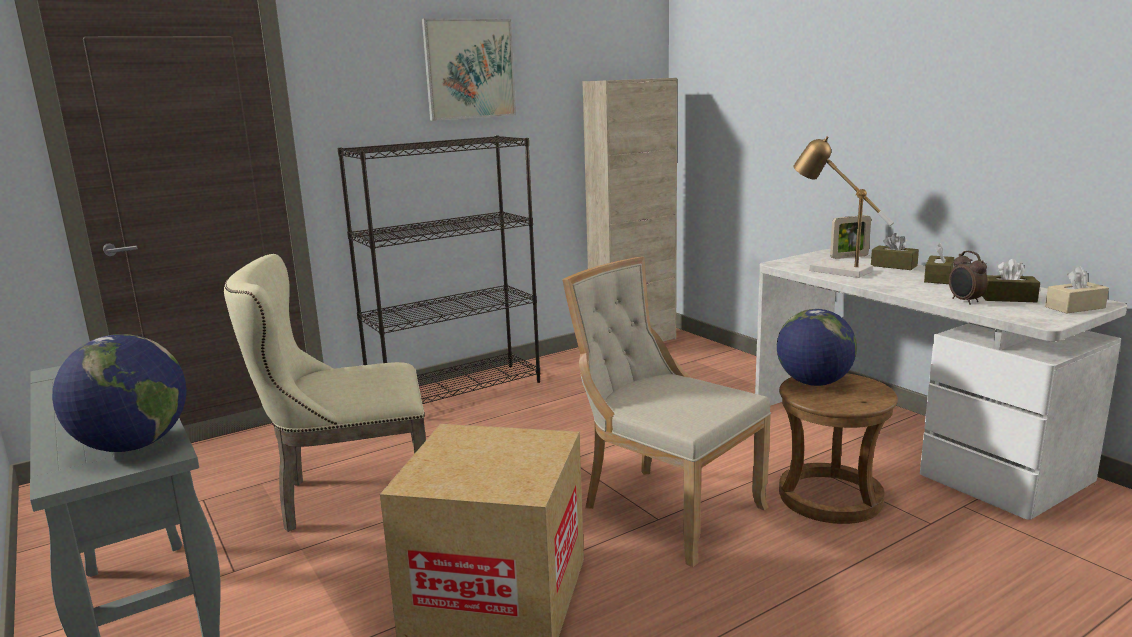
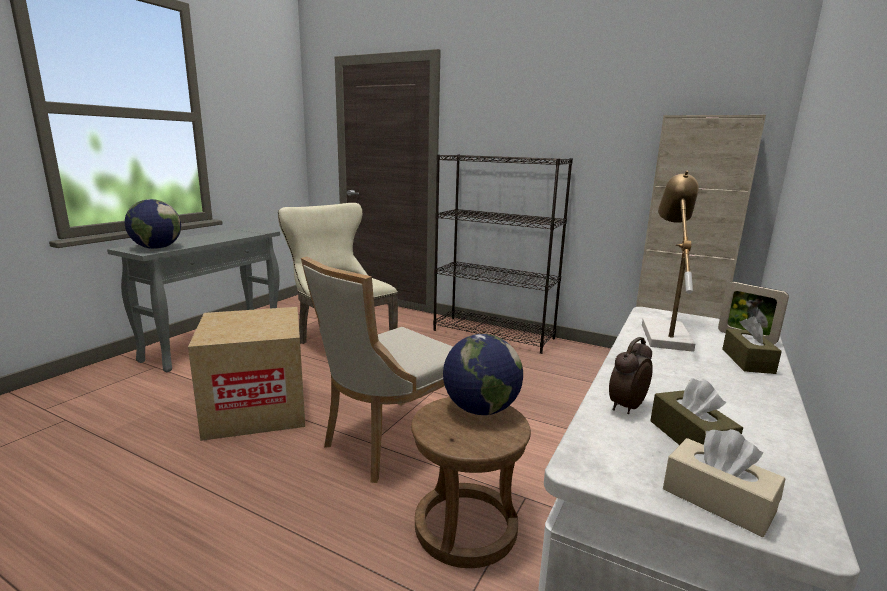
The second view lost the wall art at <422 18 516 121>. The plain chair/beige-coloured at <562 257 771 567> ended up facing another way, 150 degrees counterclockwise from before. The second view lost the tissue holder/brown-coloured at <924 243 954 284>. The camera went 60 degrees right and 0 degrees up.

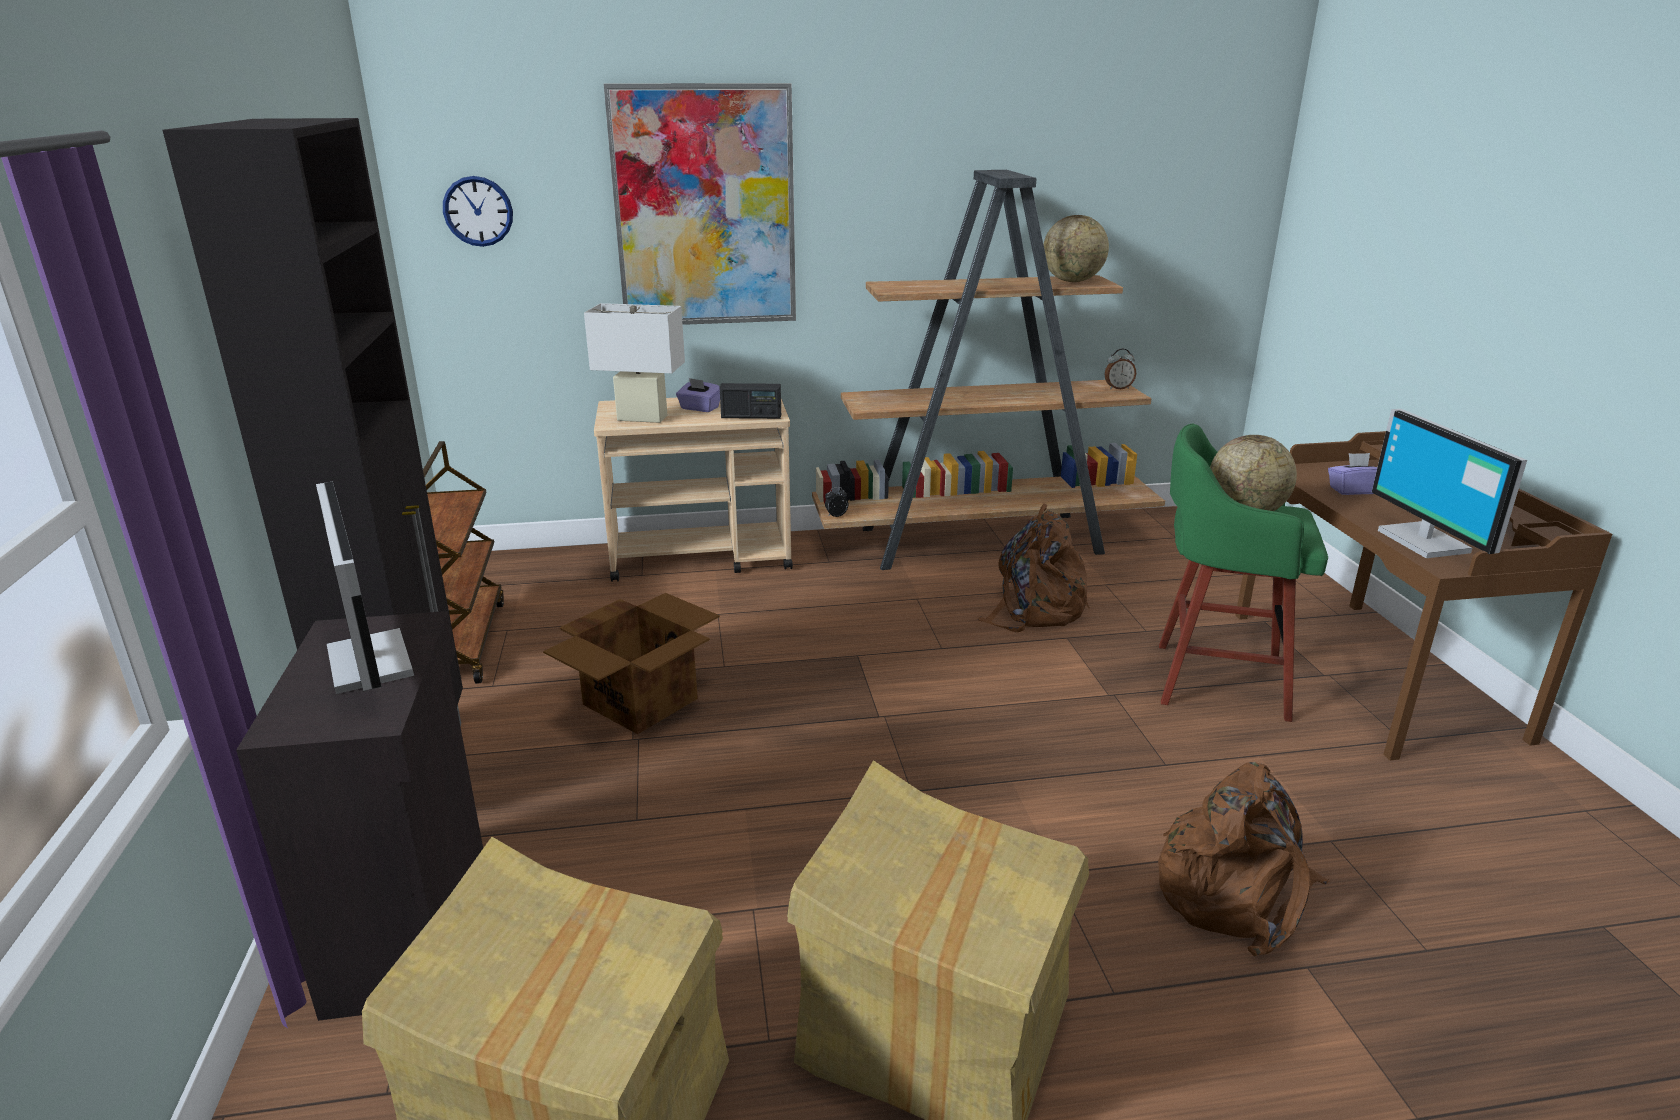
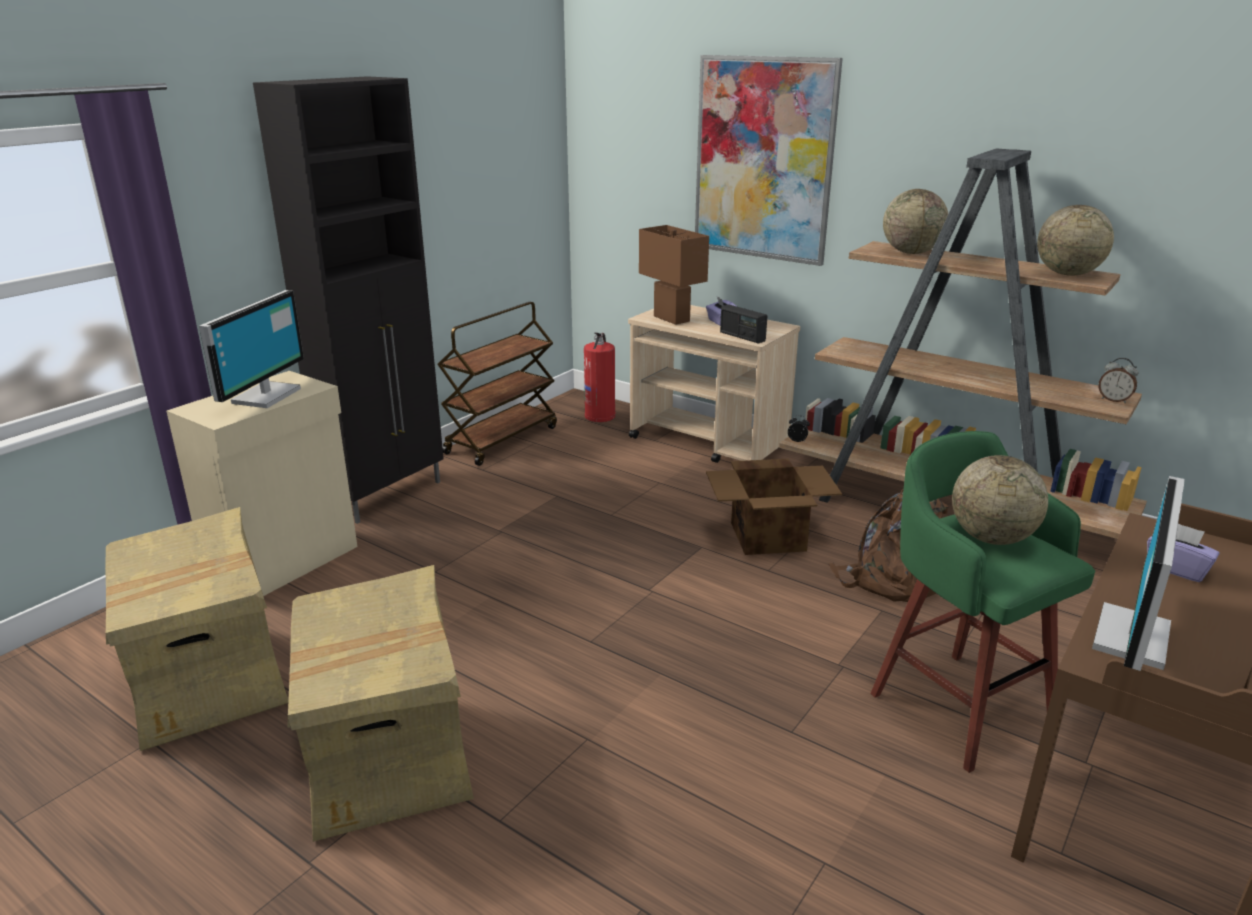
What was the cabinet/black-coloured at <236 611 483 1021> turned into the cabinet/beige-coloured at <166 371 358 596>. The second view lost the wall clock at <443 176 513 247>. The packing box ended up elsewhere, having gone from <543 593 720 734> to <706 459 842 555>. What was the lamp for a table/white at <584 303 685 423> turned into the lamp for a table/brown-coloured at <639 225 709 325>. The second view lost the backpack/brown-coloured at <1158 762 1330 956>. The second view gained the extinguisher at <584 333 616 422>. The second view gained the world globe at <883 189 948 254>. The camera went 45 degrees right and 0 degrees up.

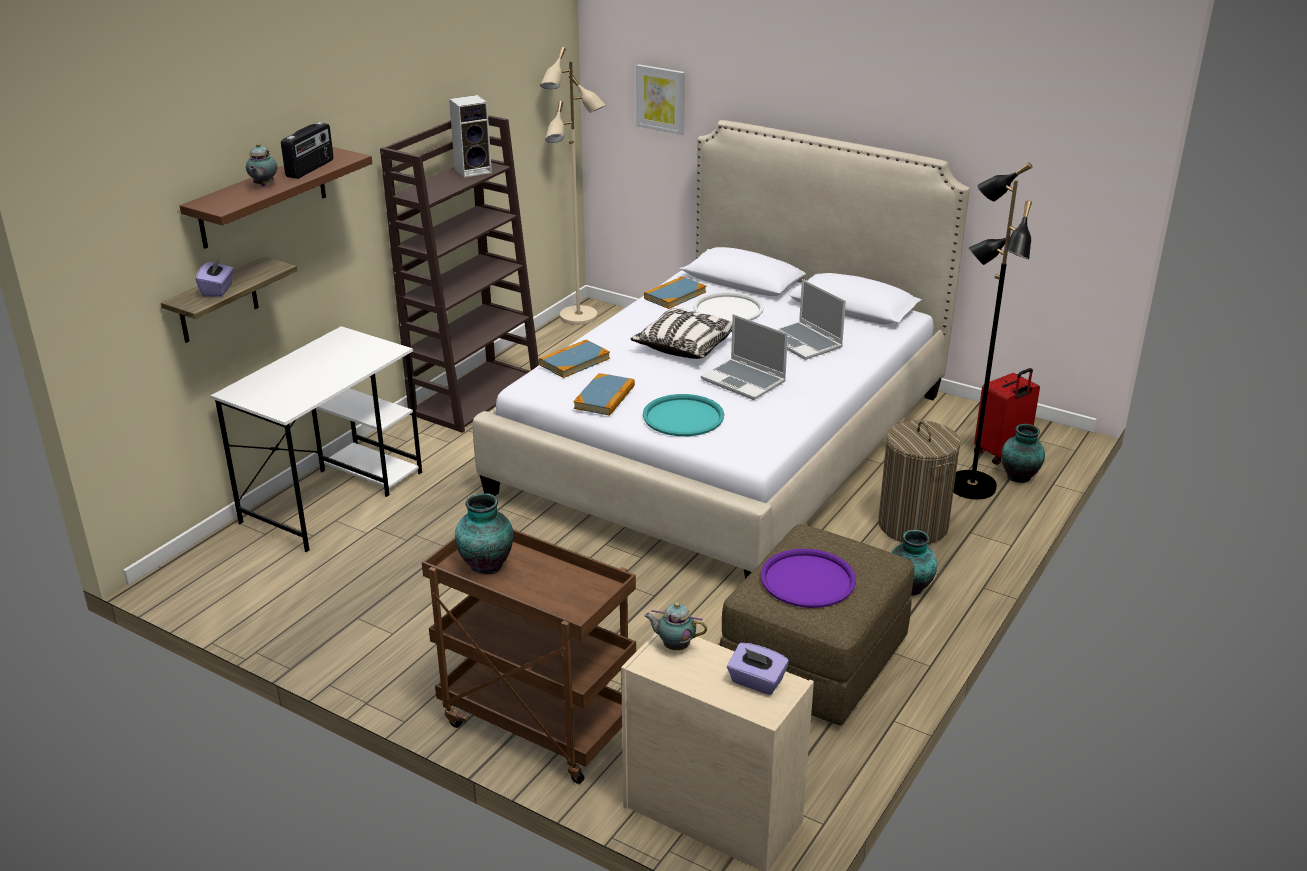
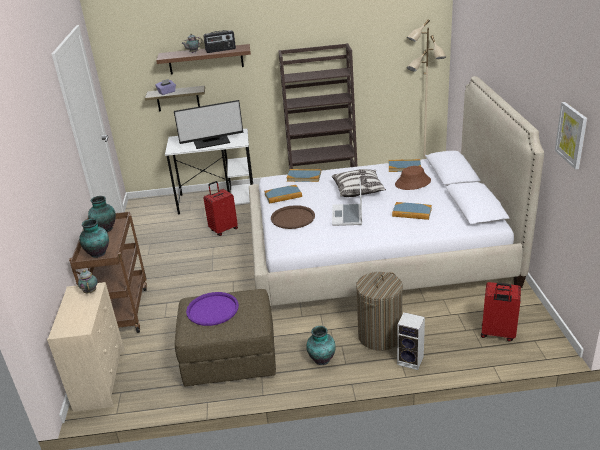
The audio speaker ended up elsewhere, having gone from <449 95 492 178> to <397 312 425 370>. The wall art ended up elsewhere, having gone from <636 64 685 135> to <555 102 587 169>. What was the carrying tray/turquoise at <643 394 724 436> turned into the carrying tray/brown-coloured at <271 205 315 229>. Where the carrying tray/white stood at <693 292 764 322>, the clothing hat/brown-coloured came to stand at <395 166 431 190>. The second view lost the tissue holder/purple-coloured at <727 643 789 695>. Where the notebook computer stood at <777 279 846 360>, the book came to stand at <392 202 432 220>. The second view lost the standing lamp/black-coloured at <953 162 1032 499>. The flower vase ended up elsewhere, having gone from <1001 424 1045 483> to <79 219 109 258>. The second view gained the computer display at <174 100 243 149>. The second view gained the suitcase/red-coloured at <203 181 238 236>. The camera went 55 degrees right and 0 degrees up.

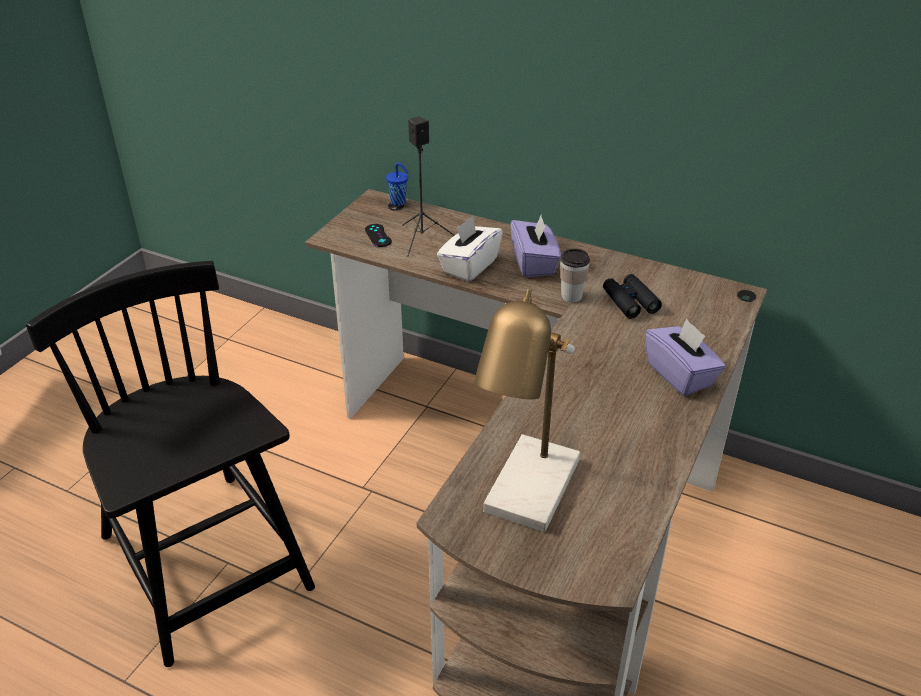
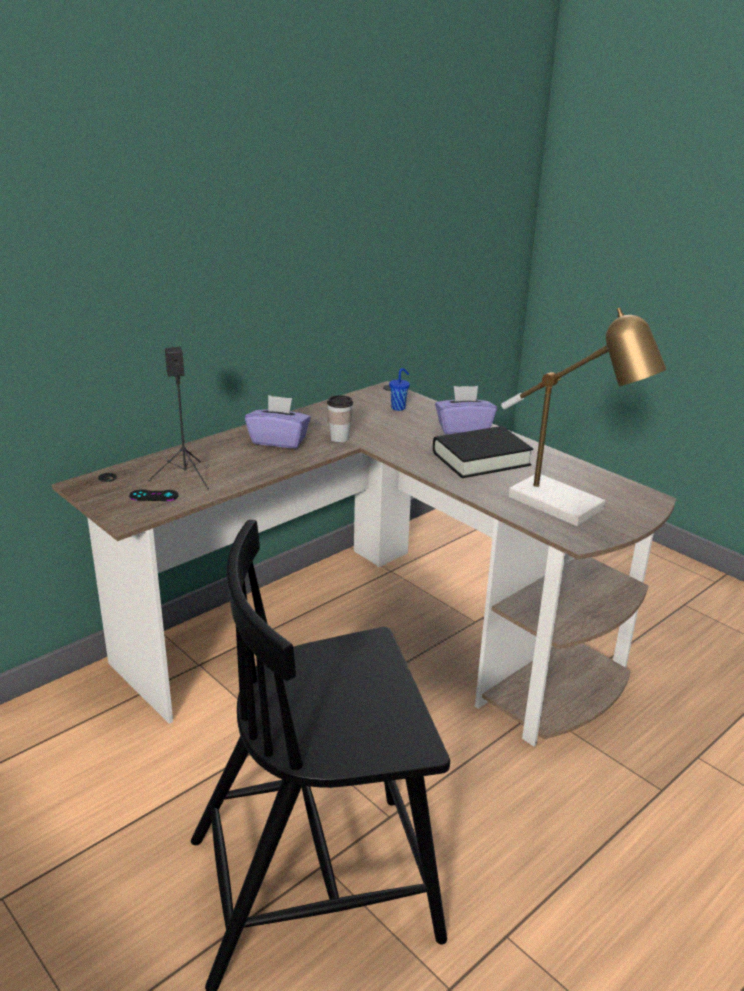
The small cup/blue ended up elsewhere, having gone from <386 162 408 206> to <389 368 410 411>. The second view lost the tissue holder/white at <437 216 503 282>. The second view lost the field glasses/black-coloured at <603 274 662 319>. The second view gained the book/black-coloured at <433 426 533 478>. The camera went 70 degrees left and 10 degrees down.

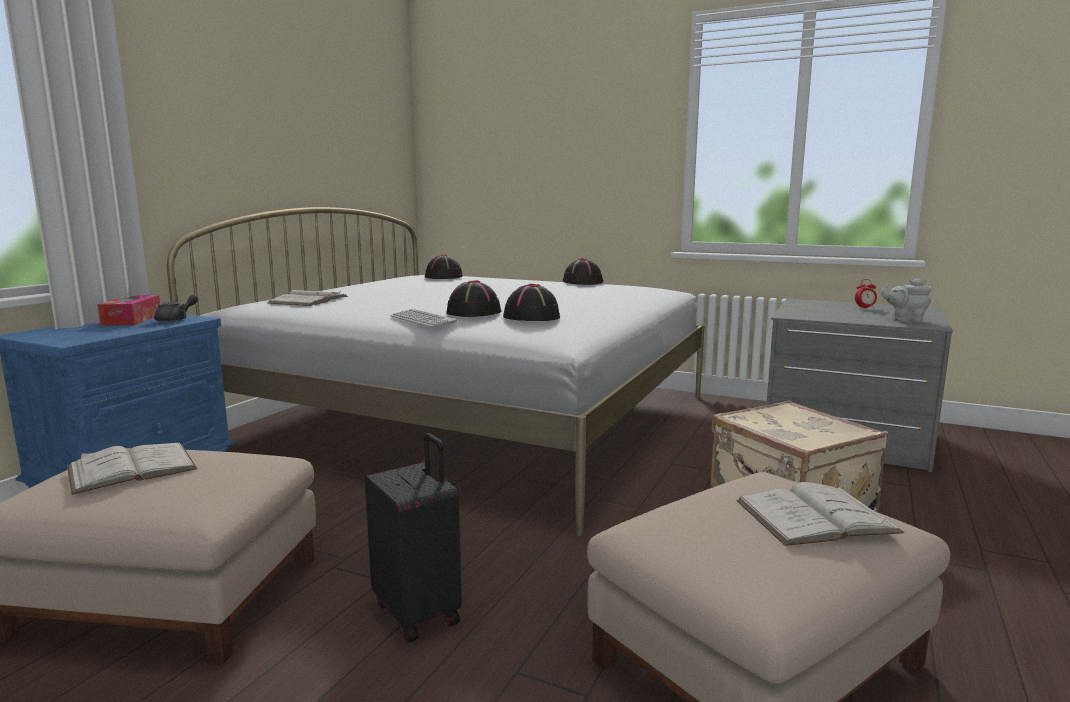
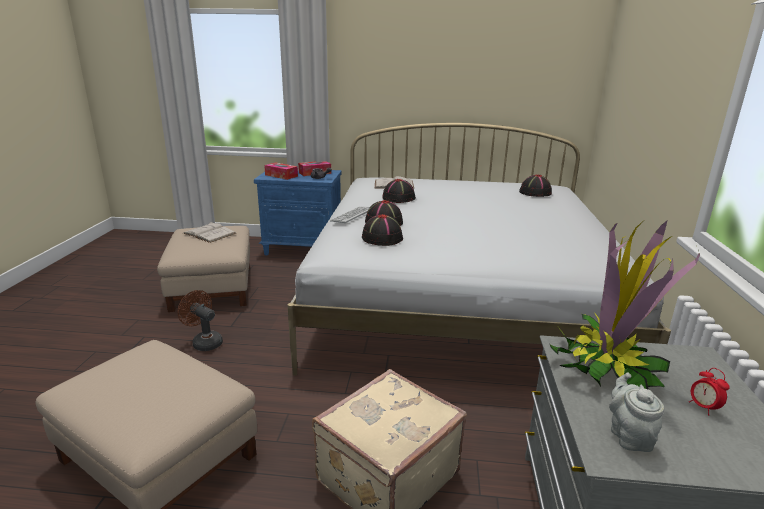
Where the suitcase/black-coloured stood at <365 433 462 642>, the fan/brown-coloured came to stand at <178 290 223 351>. The clothing hat/black-coloured ended up elsewhere, having gone from <563 258 603 285> to <382 179 416 203>. The second view lost the book/white at <736 482 904 546>. The second view gained the tissue holder at <264 162 298 180>. The second view gained the plant in a pot at <550 221 700 390>. The camera went 70 degrees right and 10 degrees up.

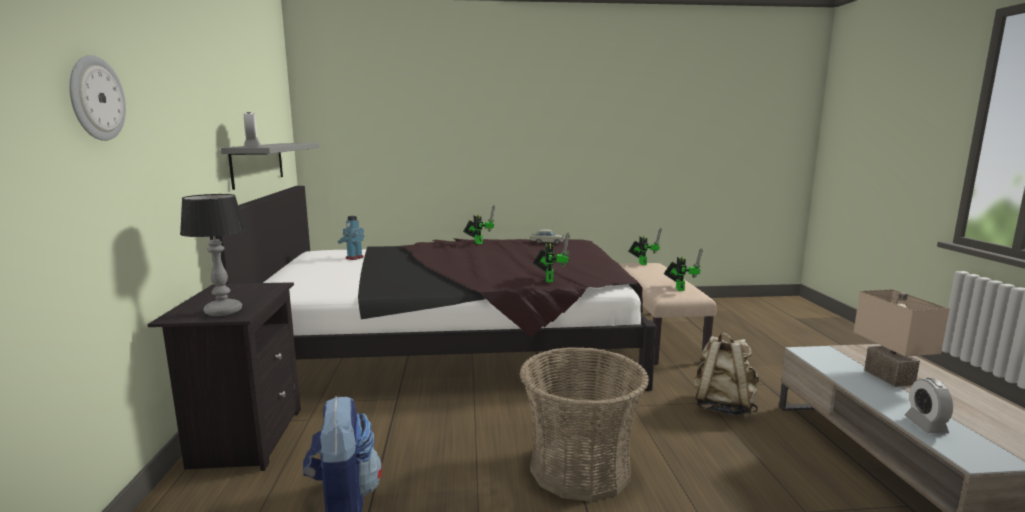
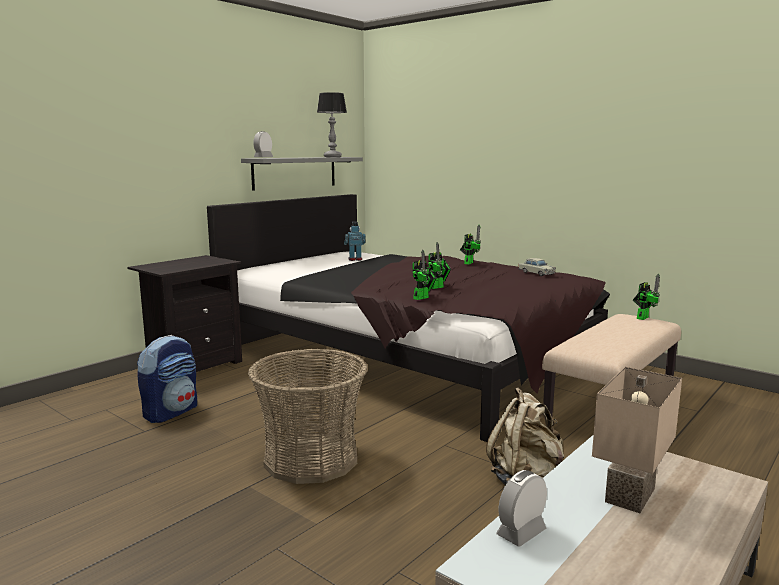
The second view lost the wall clock at <69 55 126 141>. The lamp for a table ended up elsewhere, having gone from <180 194 245 316> to <317 92 347 157>. The model robot ended up elsewhere, having gone from <664 248 703 291> to <428 242 451 289>. The camera went 45 degrees right and 0 degrees up.

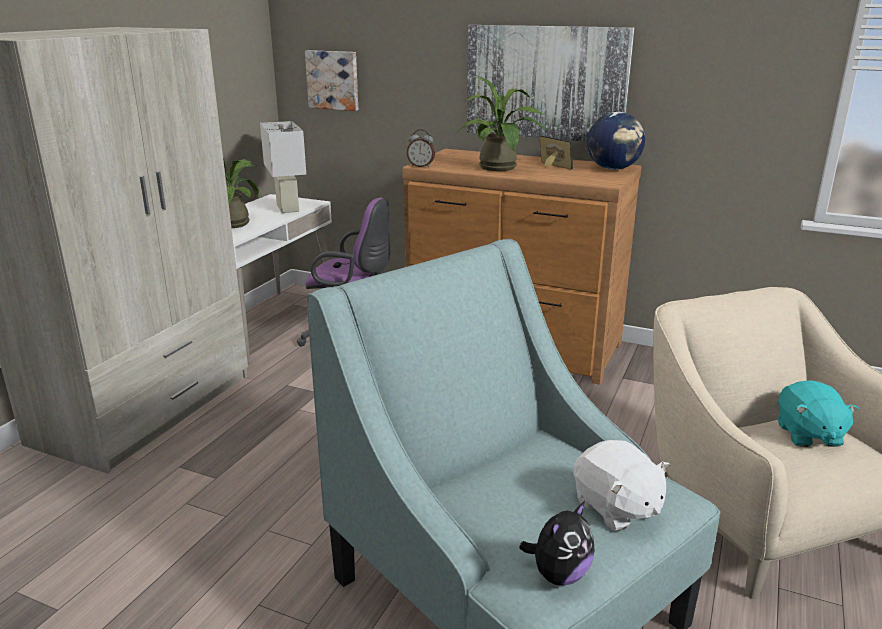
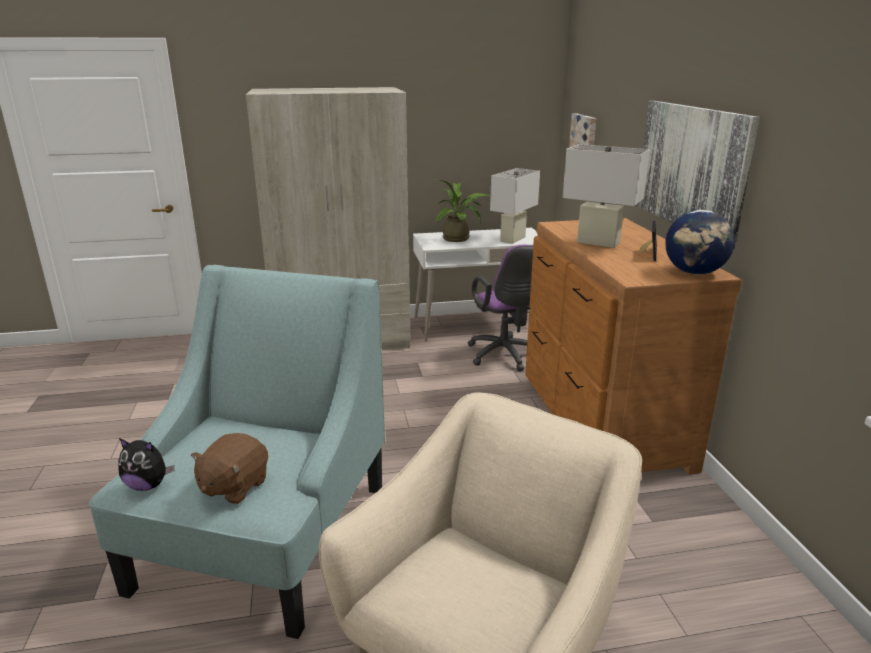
The second view lost the alarm clock at <407 129 435 167>. Where the plant in a pot stood at <456 76 547 171>, the lamp for a table/white came to stand at <563 144 650 248>. What was the cuddly toy/white at <574 440 670 531> turned into the cuddly toy/brown-coloured at <191 433 268 504>. The second view lost the cuddly toy/turquoise at <778 380 859 447>. The camera went 55 degrees right and 0 degrees up.

